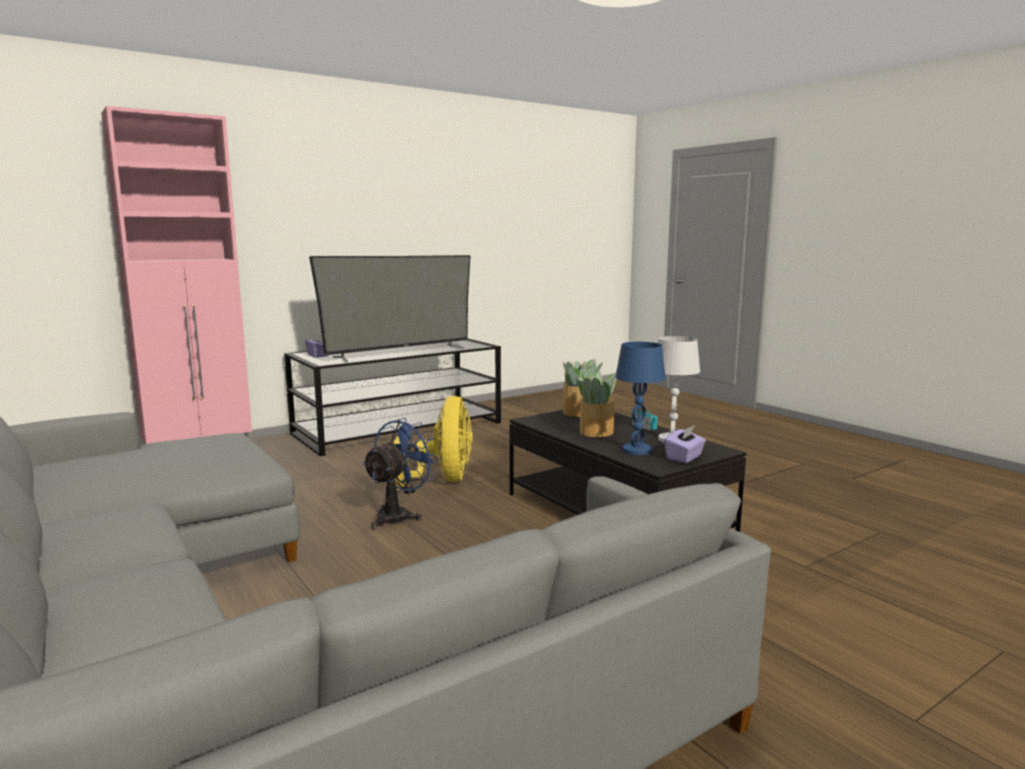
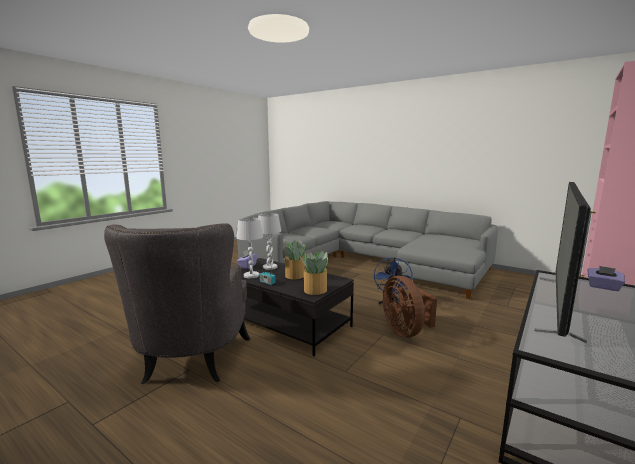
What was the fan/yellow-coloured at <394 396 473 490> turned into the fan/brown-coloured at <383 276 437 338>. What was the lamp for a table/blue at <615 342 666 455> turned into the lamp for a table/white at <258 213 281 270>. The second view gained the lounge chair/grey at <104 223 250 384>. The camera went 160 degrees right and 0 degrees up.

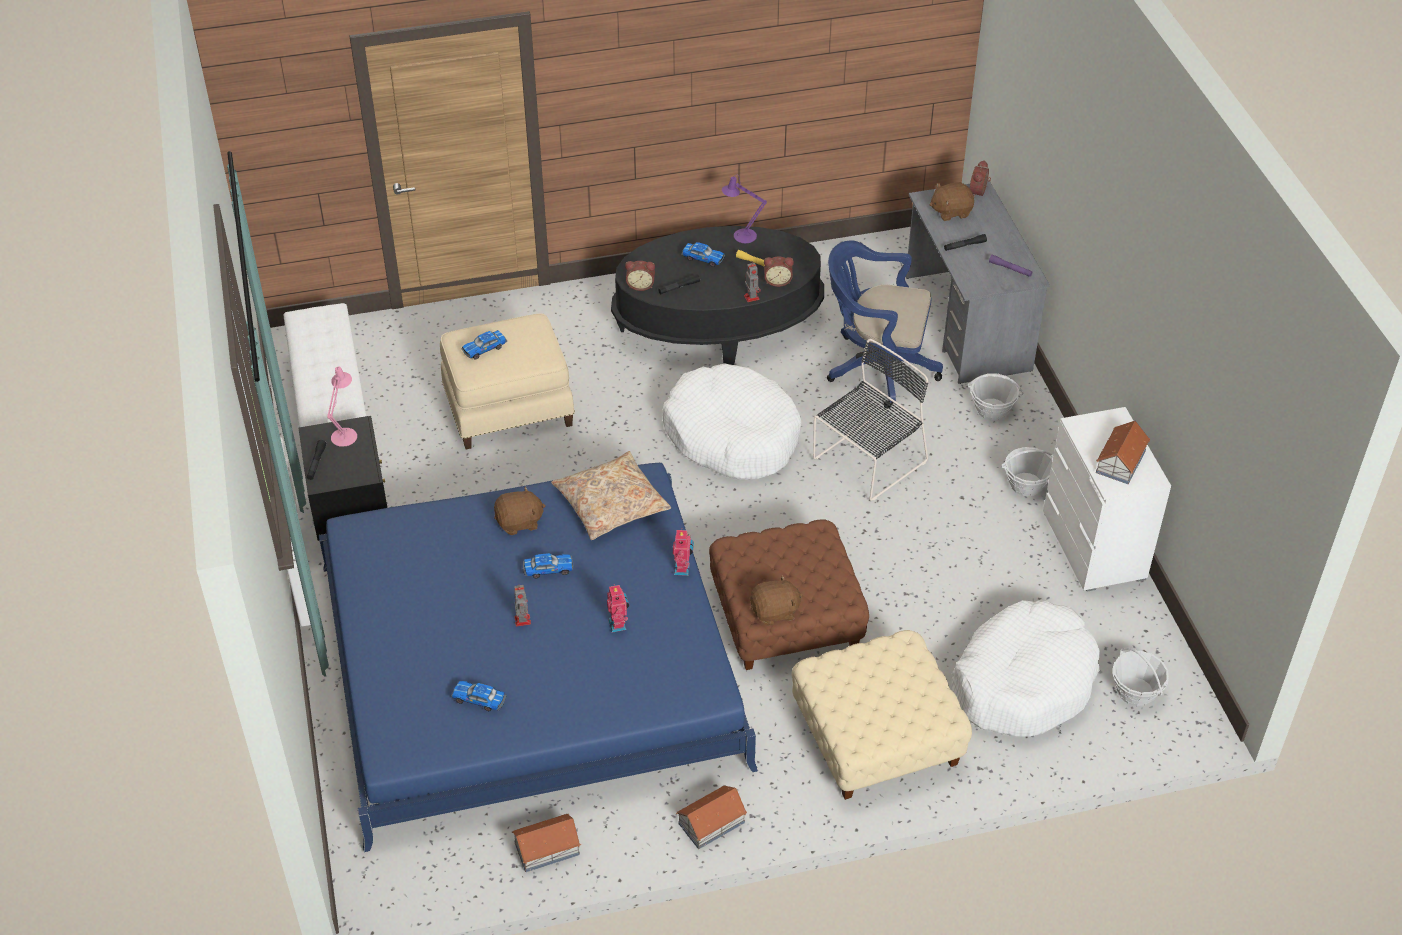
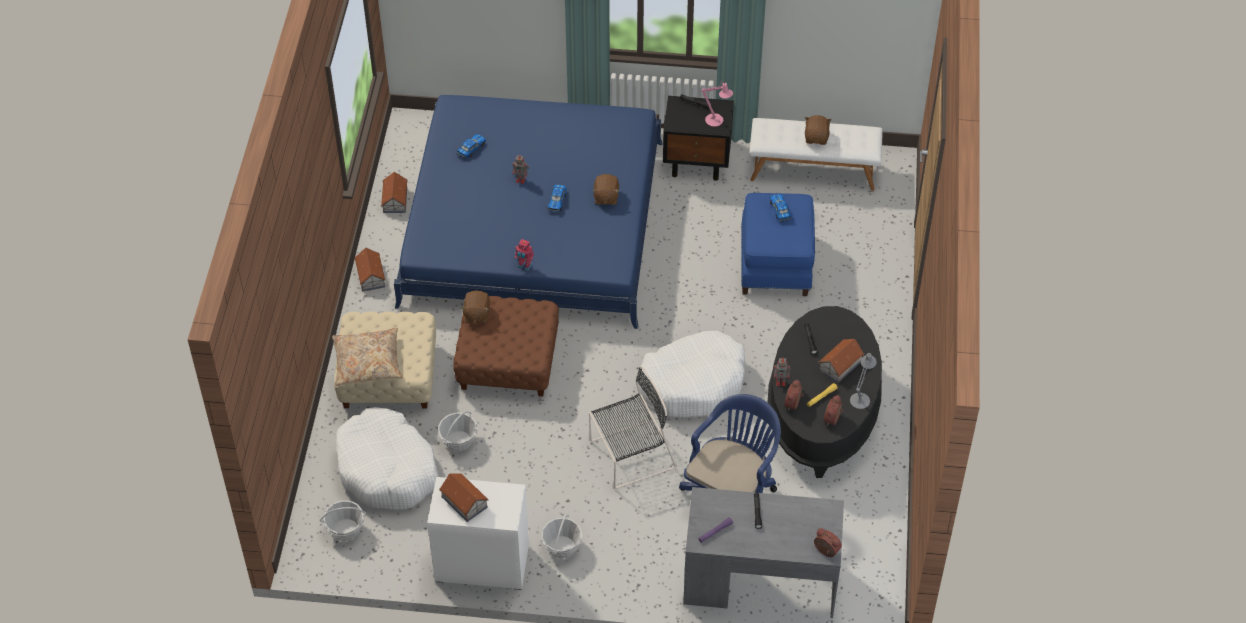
What was the pouffe/beige-coloured at <440 313 575 450> turned into the pouffe/blue at <741 193 815 296>. The throw pillow/beige-coloured ended up elsewhere, having gone from <551 451 671 540> to <332 328 402 386>. The second view lost the model robot at <607 584 629 632>. The alarm clock ended up elsewhere, having gone from <625 261 655 291> to <824 395 844 426>. Where the model car stood at <681 242 725 267>, the miniature house came to stand at <818 339 864 383>. What was the lamp for a table/purple-coloured at <722 175 767 243> turned into the lamp for a table/grey at <850 353 877 409>. The plain chair/black-coloured at <813 339 929 501> ended up facing another way, 90 degrees counterclockwise from before. The cuddly toy/brown-coloured ended up elsewhere, having gone from <929 182 974 221> to <805 115 832 145>. The household basket ended up elsewhere, having gone from <968 373 1024 420> to <438 411 478 452>. The camera went 110 degrees right and 5 degrees up.

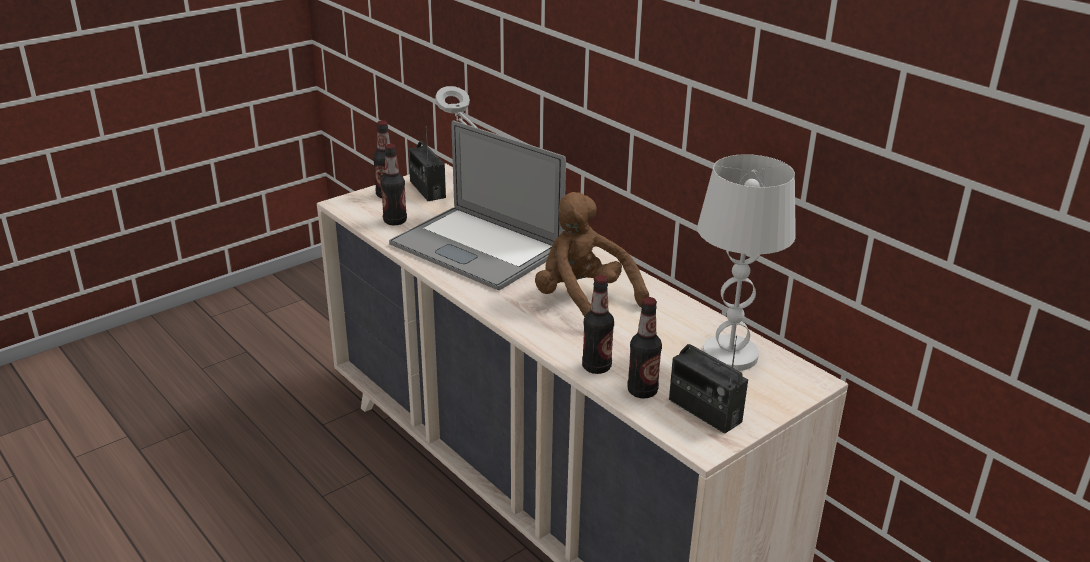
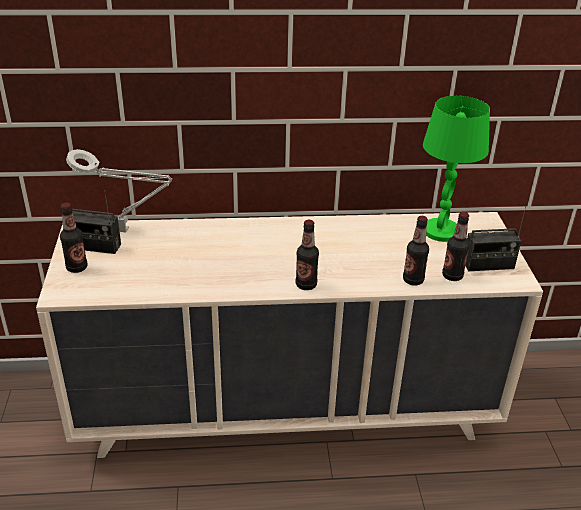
The drink bottle ended up elsewhere, having gone from <380 144 407 225> to <296 220 319 290>. The second view lost the notebook computer at <389 120 566 290>. The second view lost the cuddly toy/brown-coloured at <535 192 649 317>. What was the lamp for a table/white at <697 154 796 371> turned into the lamp for a table/greenish at <423 96 490 242>. The camera went 55 degrees left and 5 degrees up.

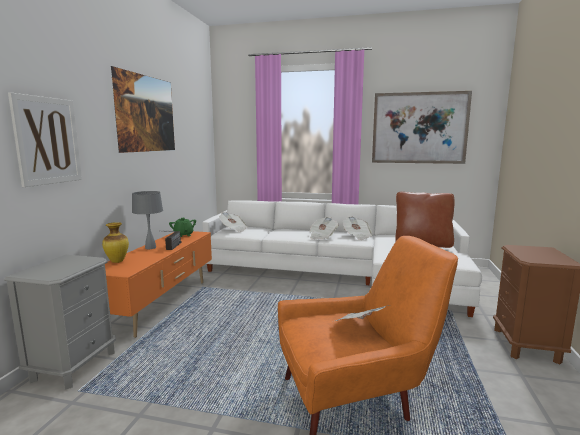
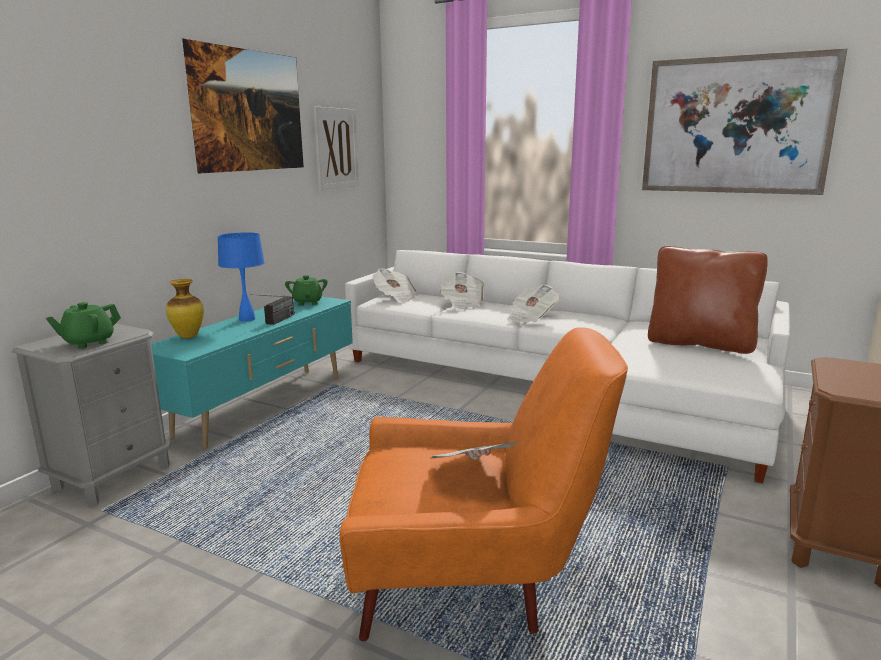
The wall art ended up elsewhere, having gone from <8 92 82 187> to <314 107 359 190>. What was the tv unit/orangey at <105 231 212 338> turned into the tv unit/turquoise at <151 297 353 449>. What was the lamp for a table/grey at <132 191 163 249> turned into the lamp for a table/blue at <217 232 265 322>. The daily paper ended up elsewhere, having gone from <343 216 373 240> to <439 272 484 310>. The second view gained the teapot/greenish at <46 302 121 349>. The camera went 15 degrees right and 5 degrees up.

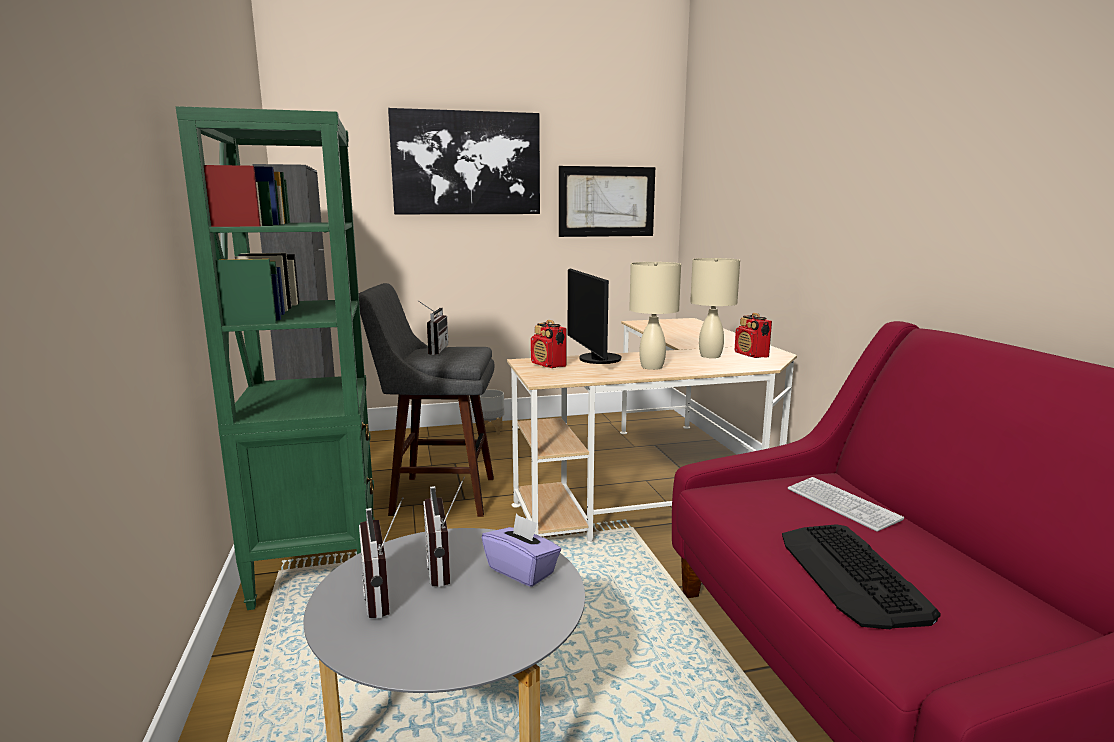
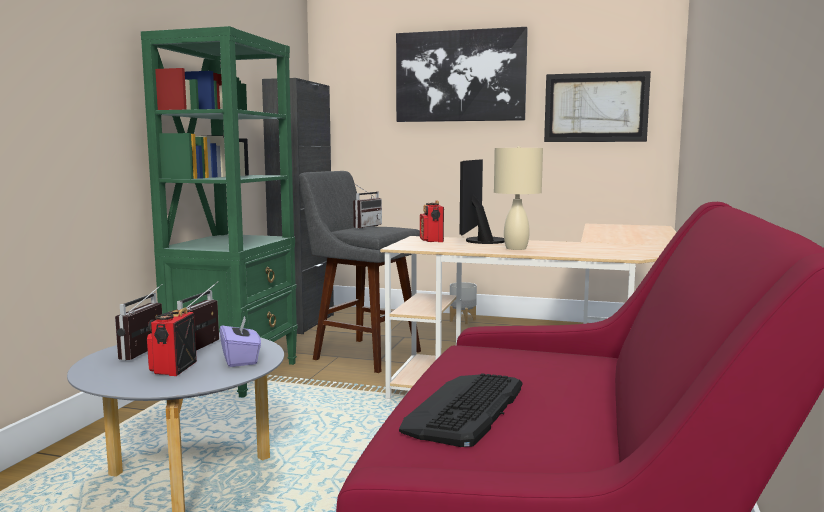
The second view lost the lamp for a table/beige-coloured at <690 258 740 358>. The radio ended up elsewhere, having gone from <735 313 772 358> to <147 307 197 376>. The second view lost the PC keyboard at <788 477 904 532>. The camera went 30 degrees right and 5 degrees down.

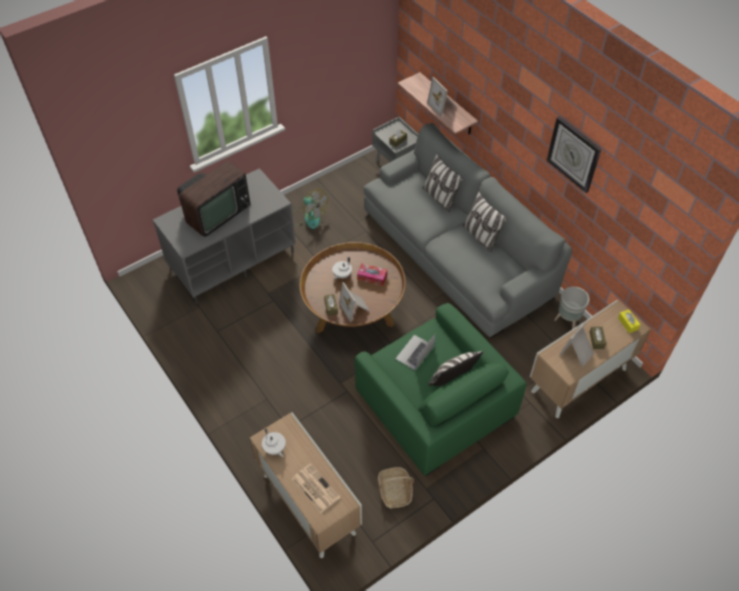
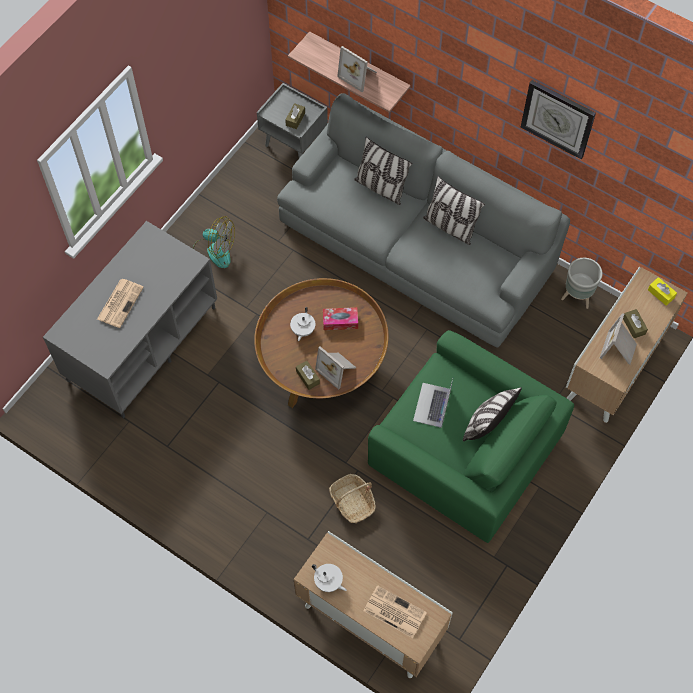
Where the TV set stood at <177 161 251 237>, the daily paper came to stand at <97 279 144 328>. The household basket ended up elsewhere, having gone from <378 467 414 508> to <329 474 376 523>. The camera went 20 degrees left and 10 degrees up.

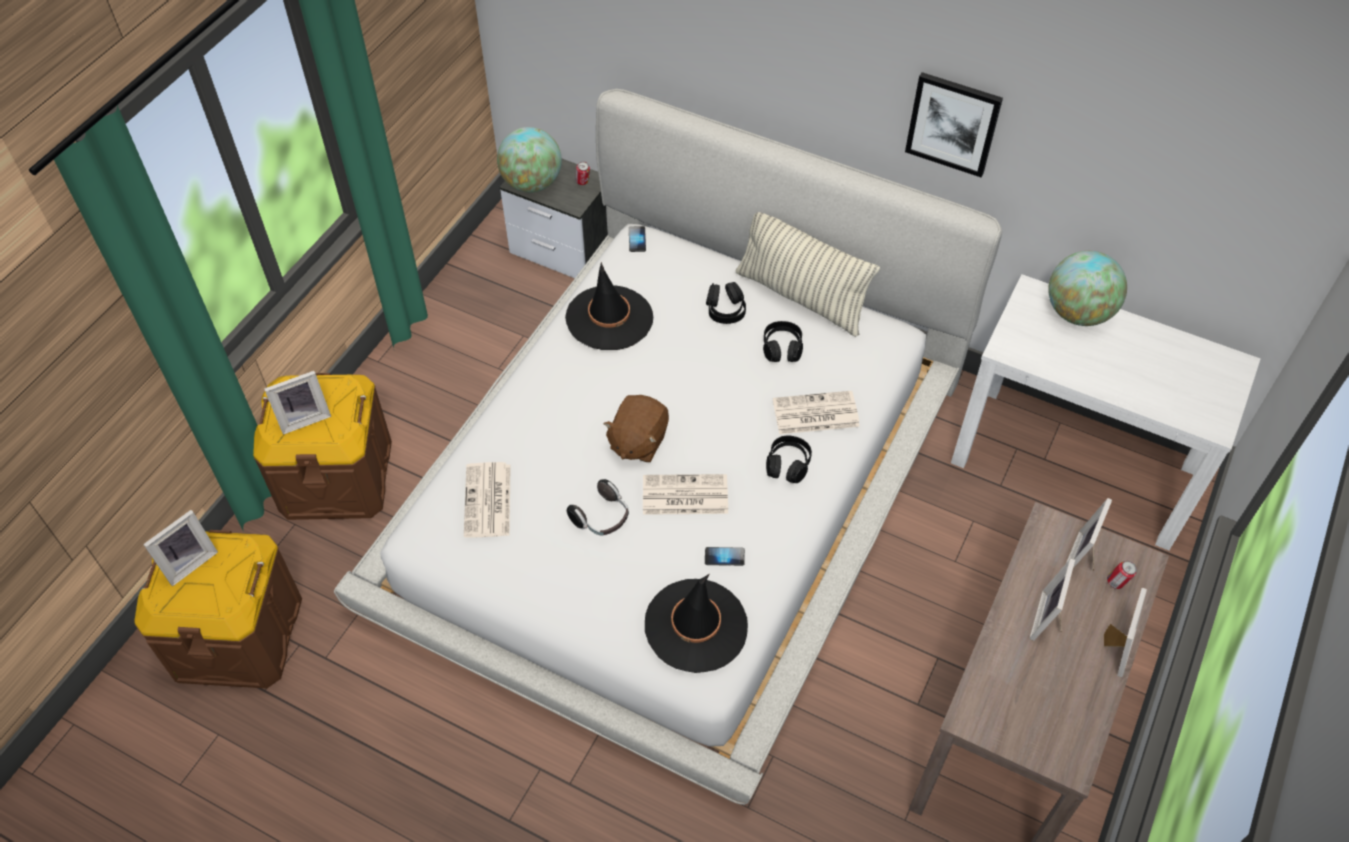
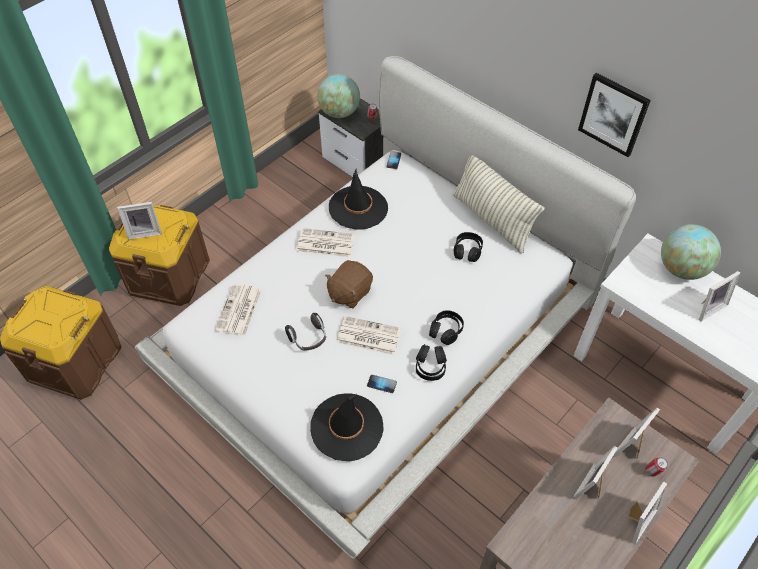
The picture frame ended up elsewhere, having gone from <143 510 218 586> to <699 271 740 322>. The headphones/black-coloured ended up elsewhere, having gone from <706 282 746 324> to <416 344 447 381>. The daily paper ended up elsewhere, having gone from <773 391 860 434> to <297 228 355 257>. The camera went 15 degrees right and 0 degrees up.

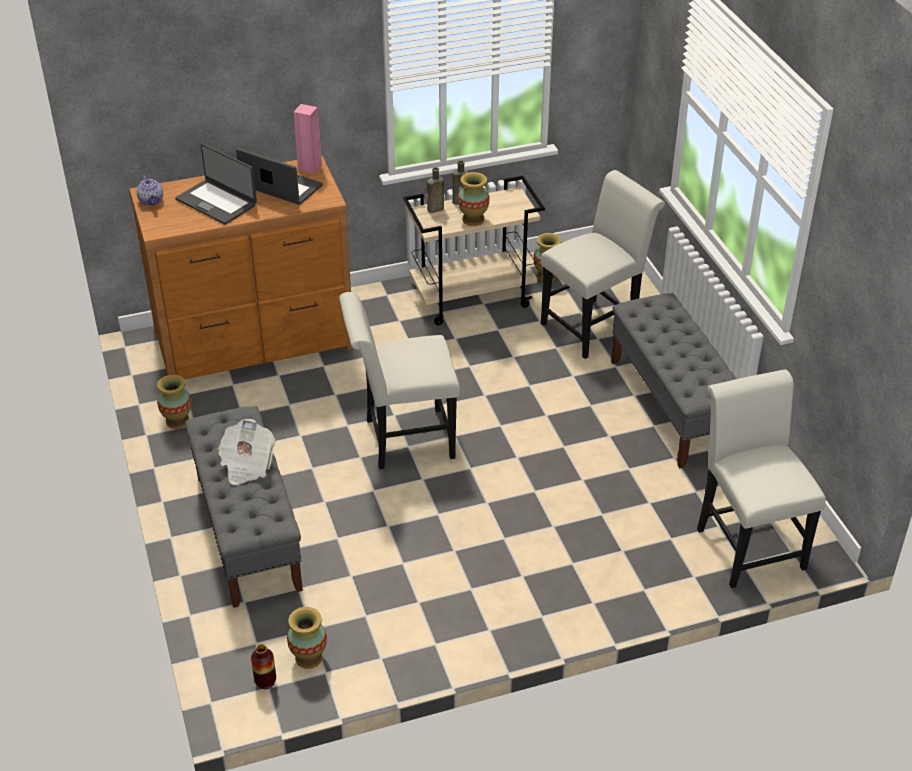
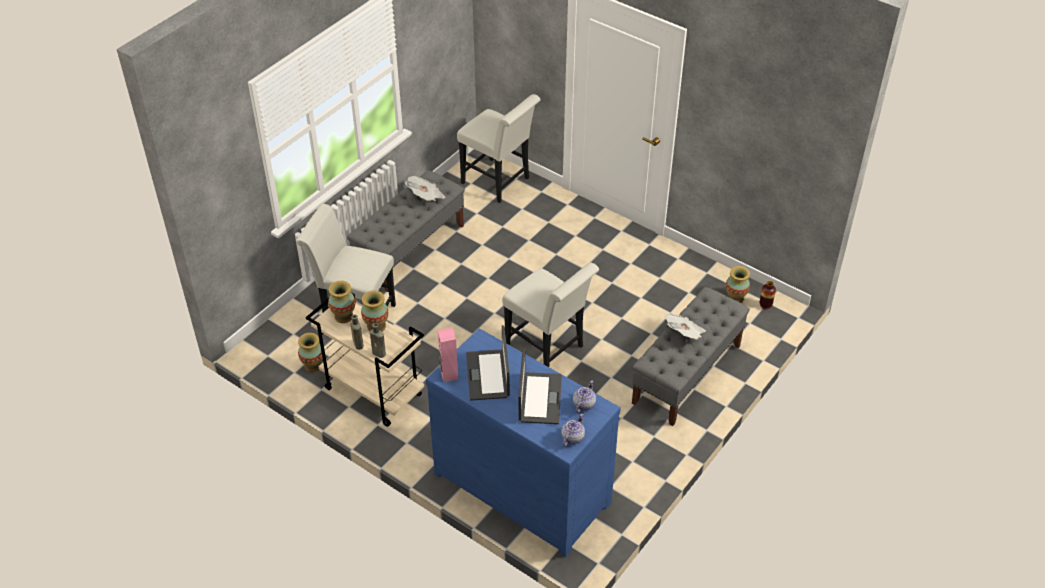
What was the drawer chest/brown-coloured at <129 156 354 380> turned into the drawer chest/blue at <426 328 621 557>. The flower vase ended up elsewhere, having gone from <157 375 191 429> to <328 281 355 323>. The plain chair/white at <697 369 826 588> ended up facing another way, 90 degrees counterclockwise from before. The second view gained the daily paper at <405 176 445 201>. The second view gained the teapot at <573 381 596 413>. The camera went 125 degrees left and 5 degrees up.

